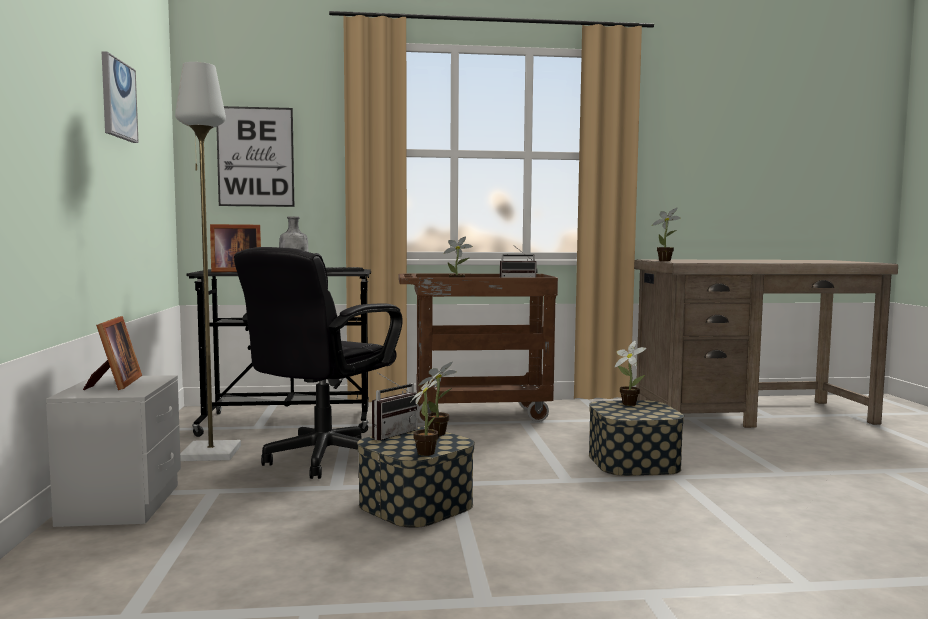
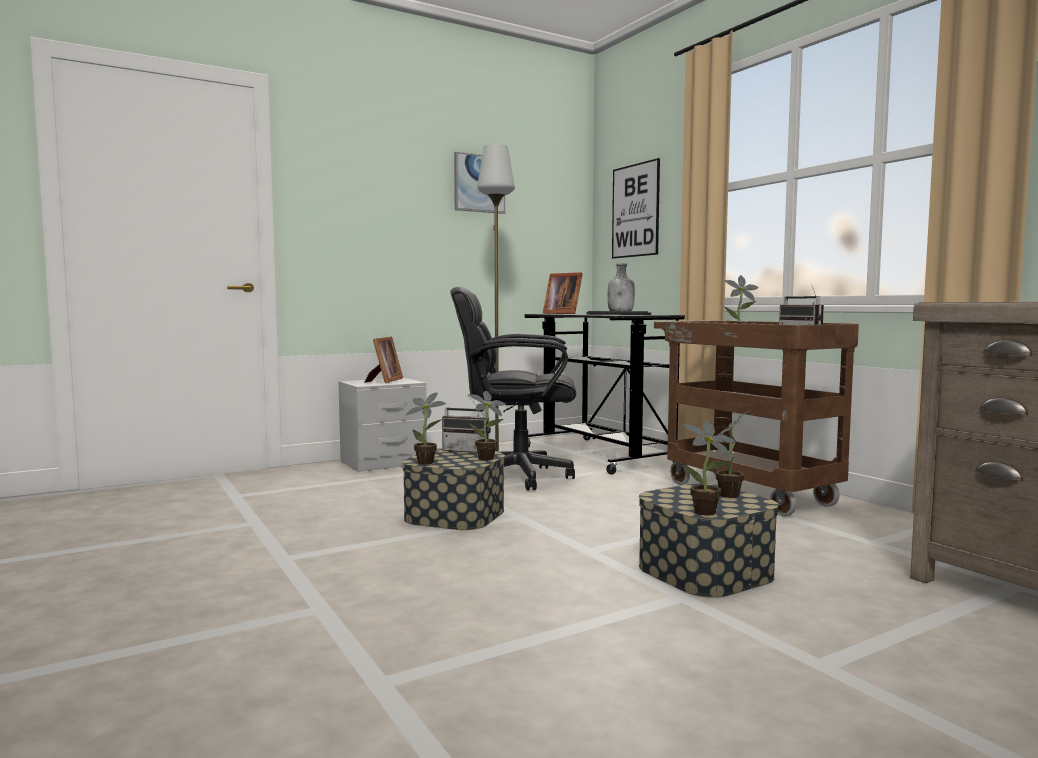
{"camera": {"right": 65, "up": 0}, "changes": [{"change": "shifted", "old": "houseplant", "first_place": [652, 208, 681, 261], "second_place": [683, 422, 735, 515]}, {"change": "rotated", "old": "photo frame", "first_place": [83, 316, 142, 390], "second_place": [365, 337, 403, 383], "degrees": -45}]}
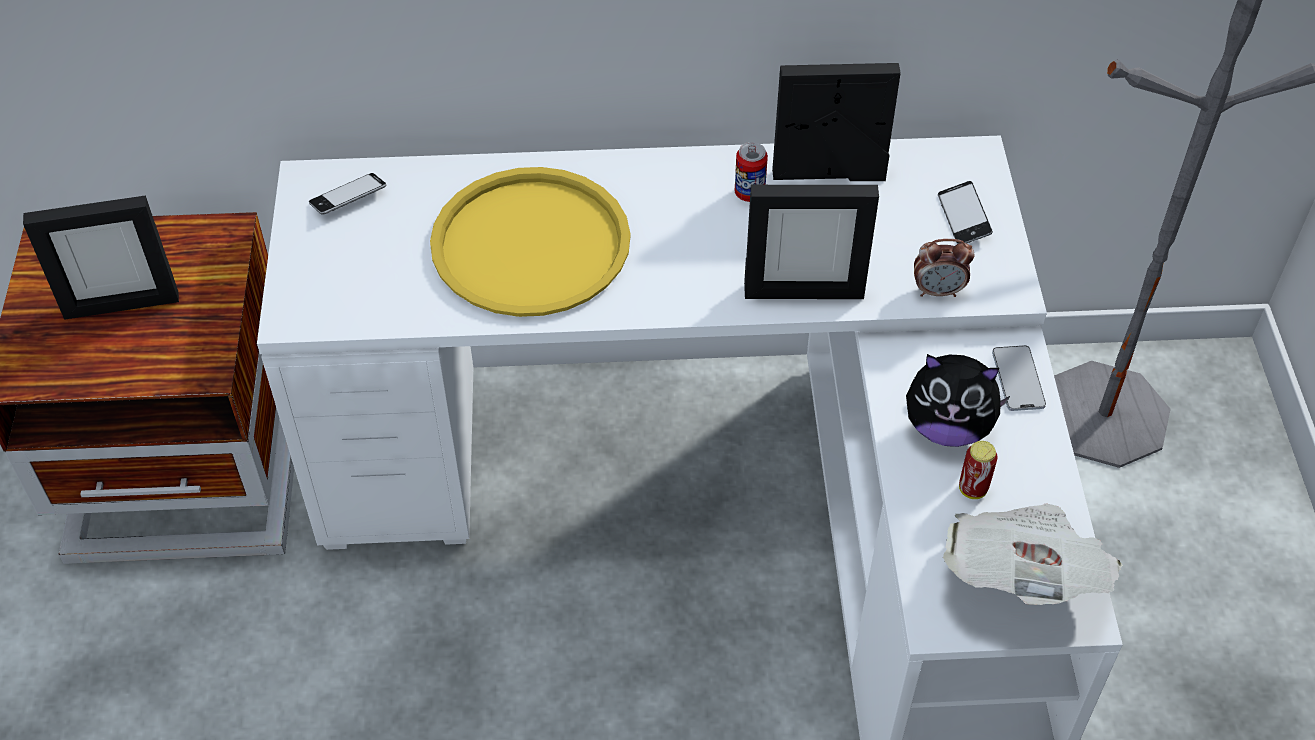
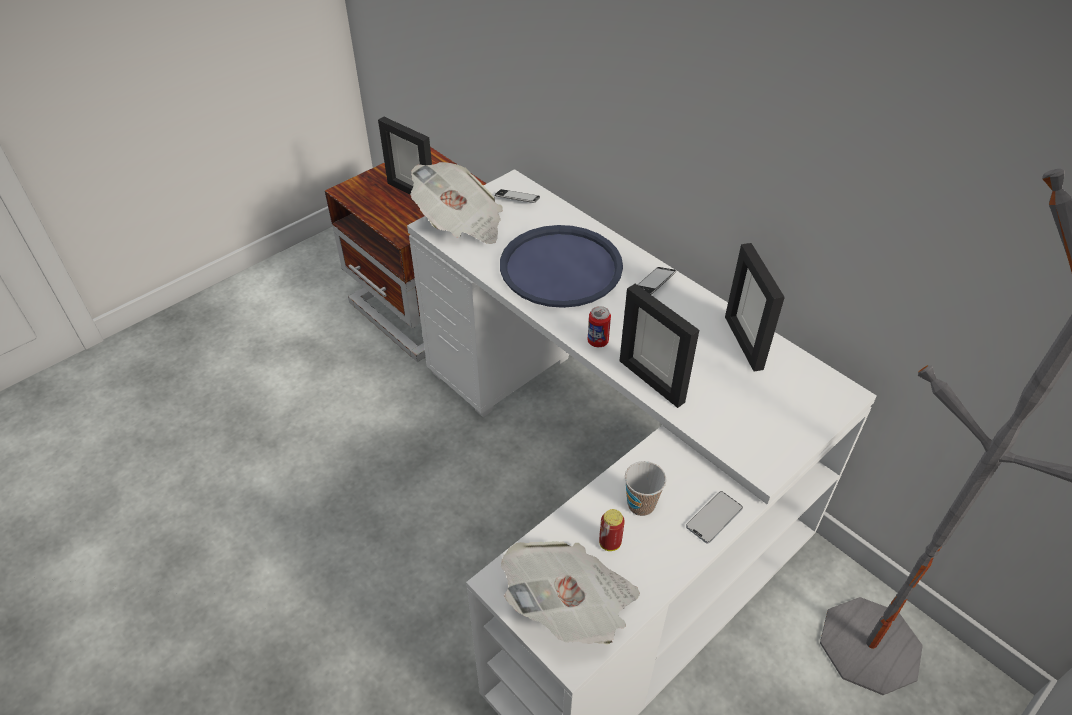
{"camera": {"right": 50, "up": -5}, "changes": [{"change": "rotated", "old": "photo frame", "first_place": [772, 63, 901, 181], "second_place": [725, 243, 785, 372], "degrees": -150}, {"change": "shifted", "old": "can", "first_place": [735, 142, 768, 202], "second_place": [588, 306, 611, 347]}, {"change": "repainted", "old": "yellow tray", "new": "bluish tray", "first_place": [430, 167, 631, 317], "second_place": [500, 225, 623, 308]}, {"change": "shifted", "old": "handset", "first_place": [938, 181, 993, 244], "second_place": [638, 267, 676, 295]}, {"change": "gone", "old": "table clock", "first_place": [914, 239, 974, 297]}, {"change": "swapped", "old": "cuddly toy", "new": "small cup", "first_place": [906, 354, 1011, 447], "second_place": [625, 461, 667, 516]}, {"change": "new", "new": "printed paper", "second_place": [410, 162, 503, 244]}]}
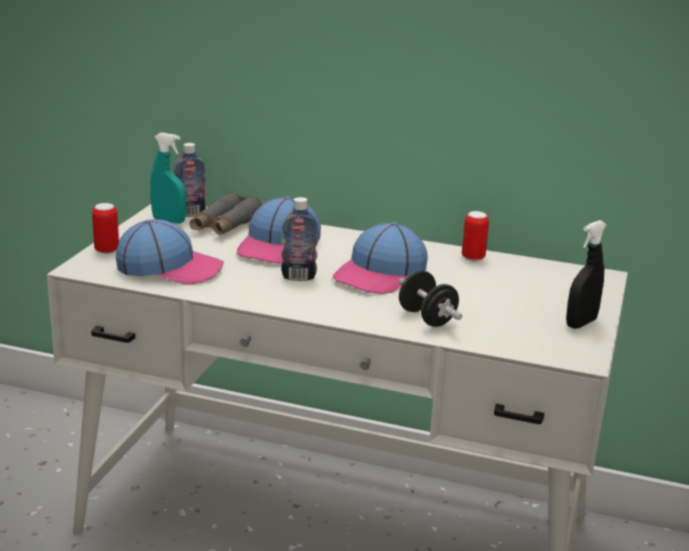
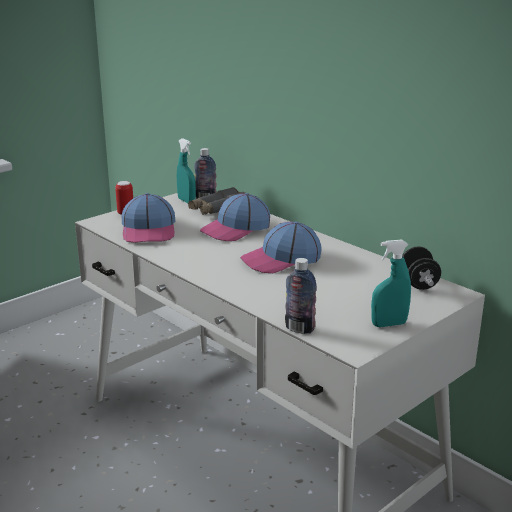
{"camera": {"right": 30, "up": 0}, "changes": [{"change": "shifted", "old": "beverage bottle", "first_place": [281, 197, 318, 281], "second_place": [285, 258, 317, 334]}, {"change": "gone", "old": "can", "first_place": [462, 211, 489, 261]}, {"change": "rotated", "old": "cap", "first_place": [116, 219, 224, 285], "second_place": [122, 193, 175, 243], "degrees": 45}, {"change": "repainted", "old": "black-coloured hand sprayer", "new": "blue-green hand sprayer", "first_place": [566, 220, 606, 329], "second_place": [371, 240, 411, 327]}, {"change": "shifted", "old": "black-coloured dumbbell", "first_place": [399, 270, 462, 327], "second_place": [402, 246, 441, 290]}]}
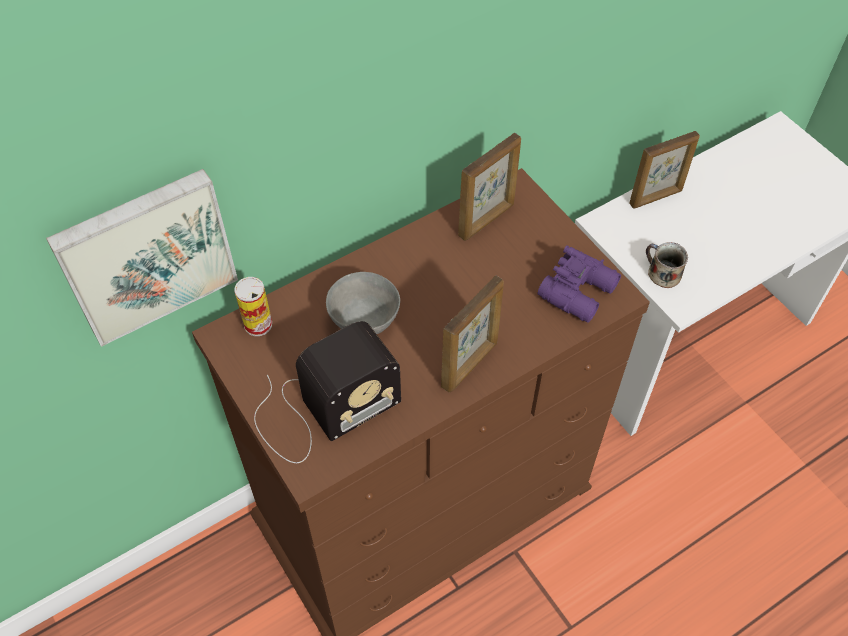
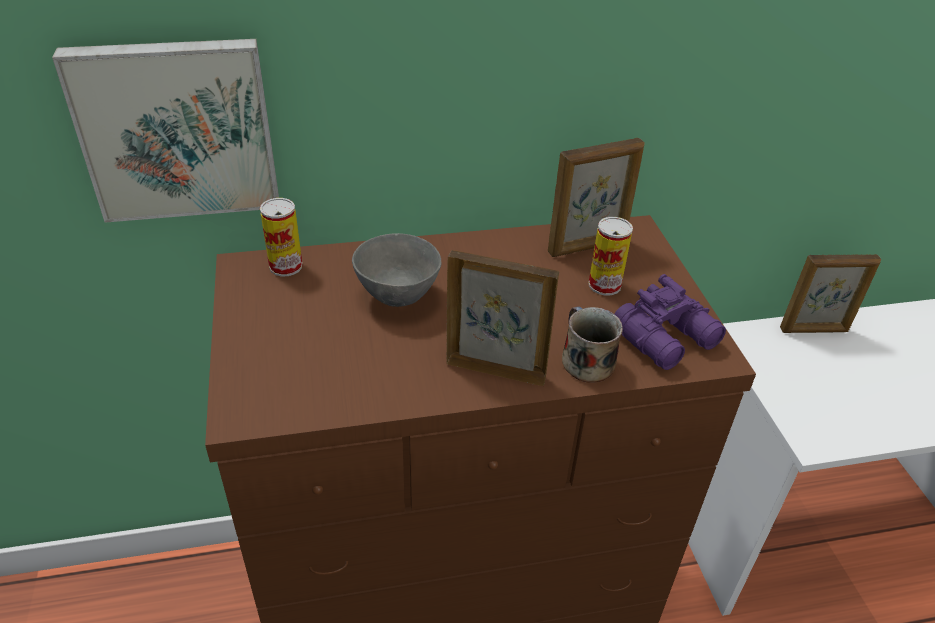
{"camera": {"right": 20, "up": -15}, "changes": [{"change": "shifted", "old": "mug", "first_place": [646, 242, 688, 288], "second_place": [562, 306, 623, 382]}, {"change": "rotated", "old": "photo frame", "first_place": [441, 276, 504, 392], "second_place": [446, 250, 559, 386], "degrees": -135}, {"change": "gone", "old": "radio receiver", "first_place": [254, 321, 401, 463]}, {"change": "new", "new": "can", "second_place": [588, 217, 633, 296]}]}
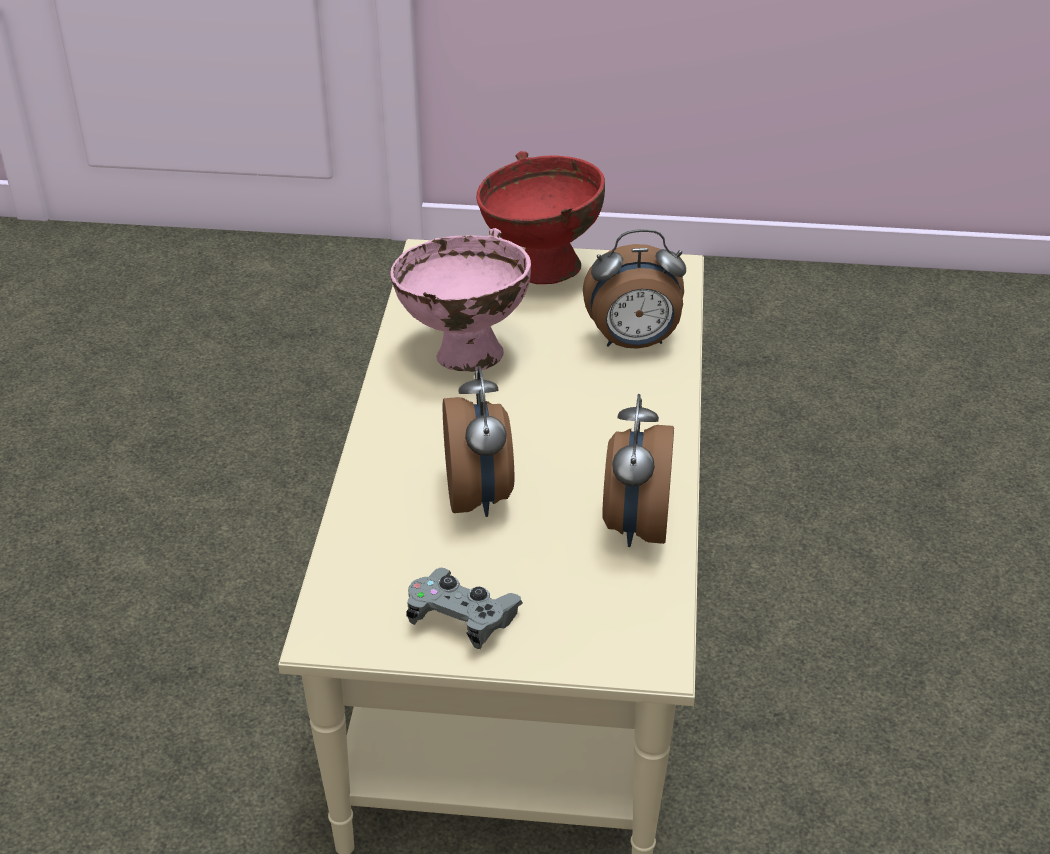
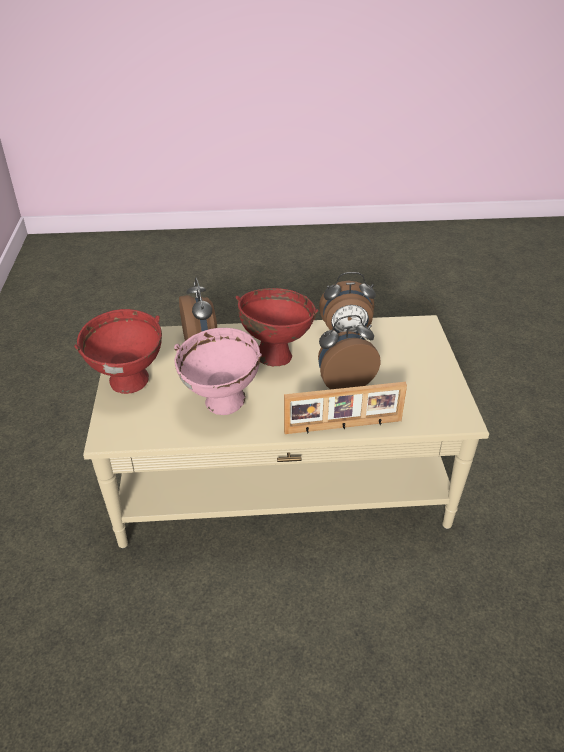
{"camera": {"right": -100, "up": 0}, "changes": [{"change": "gone", "old": "grey joypad", "first_place": [406, 568, 523, 649]}, {"change": "new", "new": "red serving bowl", "second_place": [236, 288, 318, 366]}, {"change": "new", "new": "photo frame", "second_place": [284, 382, 407, 434]}]}
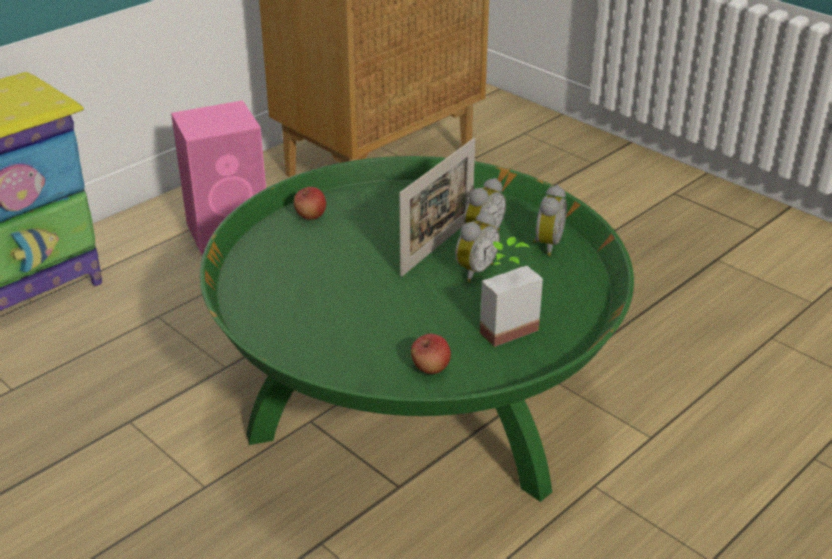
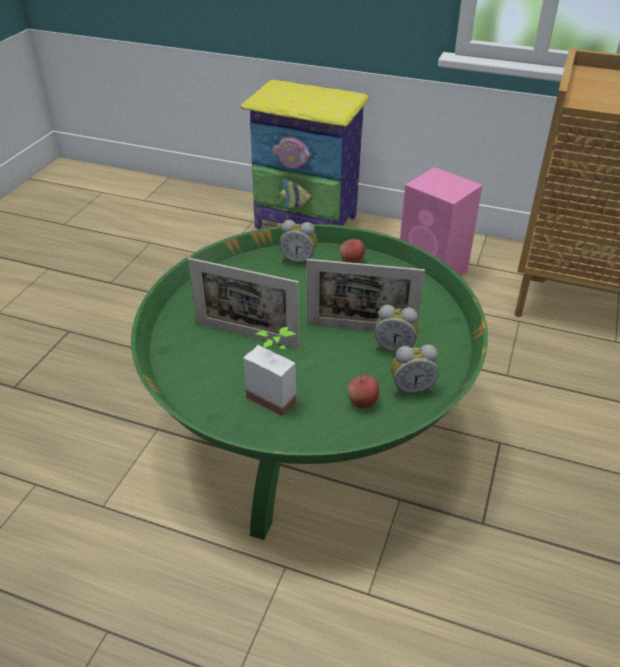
{"camera": {"right": 65, "up": 5}, "changes": [{"change": "shifted", "old": "table clock", "first_place": [455, 211, 500, 282], "second_place": [279, 220, 317, 262]}, {"change": "shifted", "old": "apple", "first_place": [411, 334, 451, 374], "second_place": [347, 375, 379, 408]}, {"change": "new", "new": "photo frame", "second_place": [188, 258, 299, 348]}]}
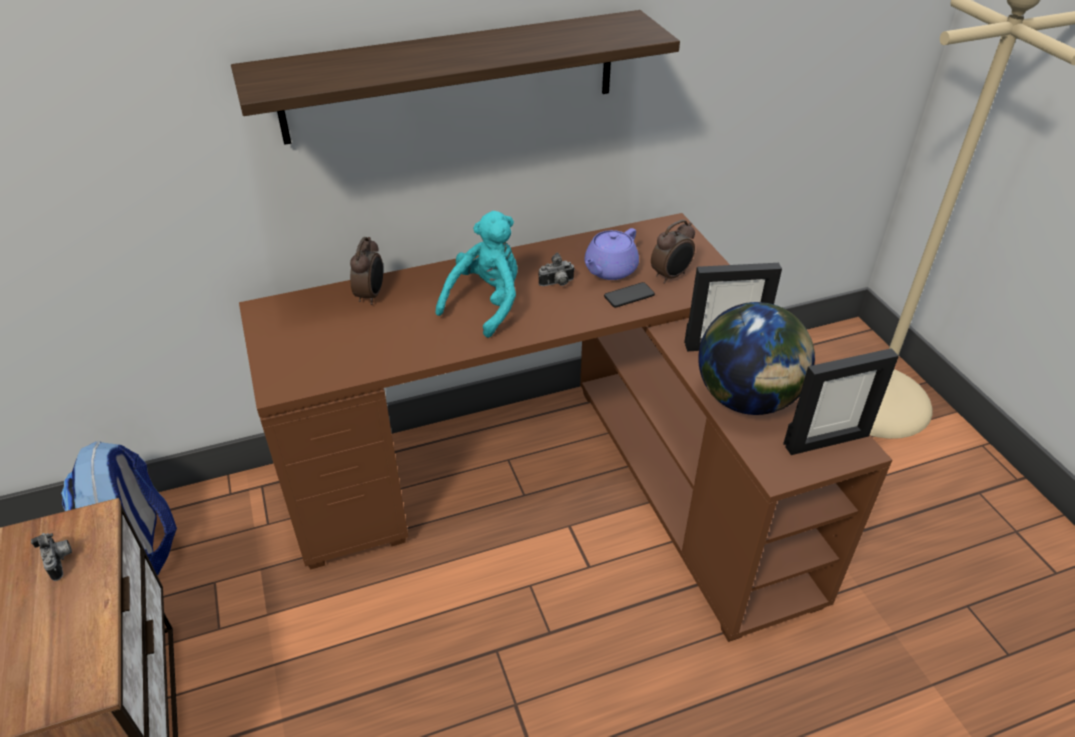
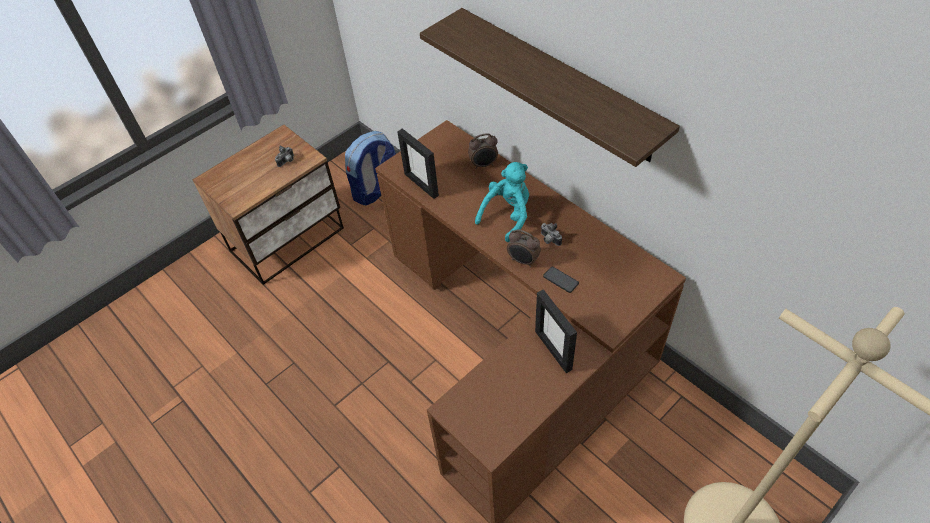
{"camera": {"right": 70, "up": 10}, "changes": [{"change": "rotated", "old": "blue-green cuddly toy", "first_place": [436, 211, 518, 338], "second_place": [475, 162, 529, 242], "degrees": -60}, {"change": "shifted", "old": "table clock", "first_place": [651, 220, 695, 284], "second_place": [507, 229, 541, 267]}, {"change": "gone", "old": "purple teapot", "first_place": [584, 228, 639, 280]}, {"change": "gone", "old": "desk globe", "first_place": [698, 302, 815, 415]}, {"change": "shifted", "old": "photo frame", "first_place": [783, 348, 899, 455], "second_place": [397, 128, 439, 199]}]}
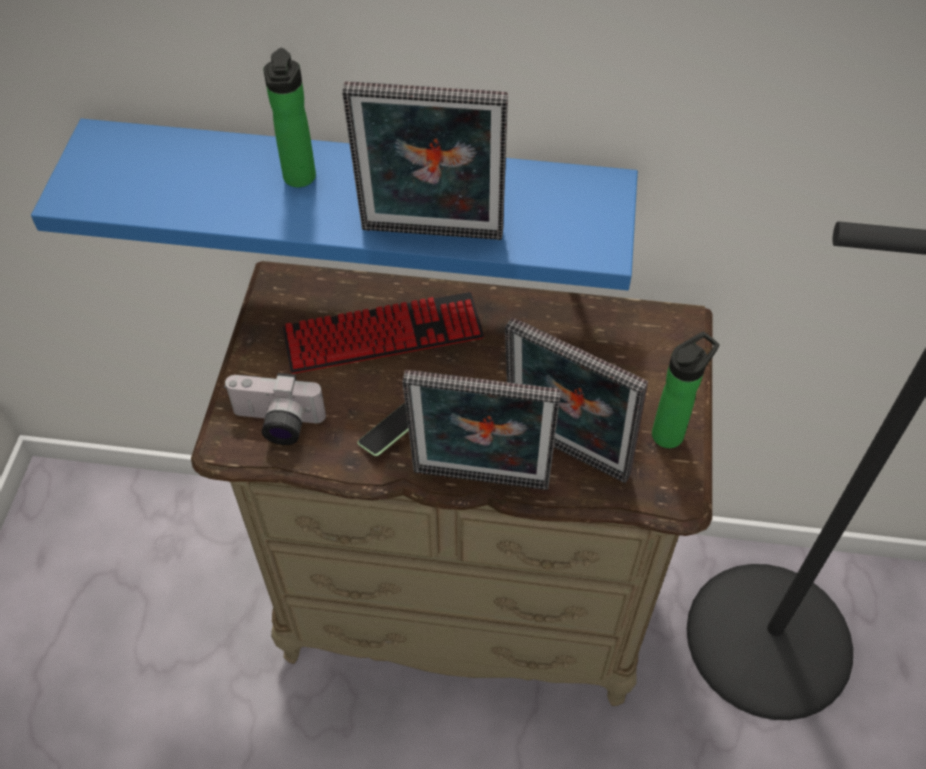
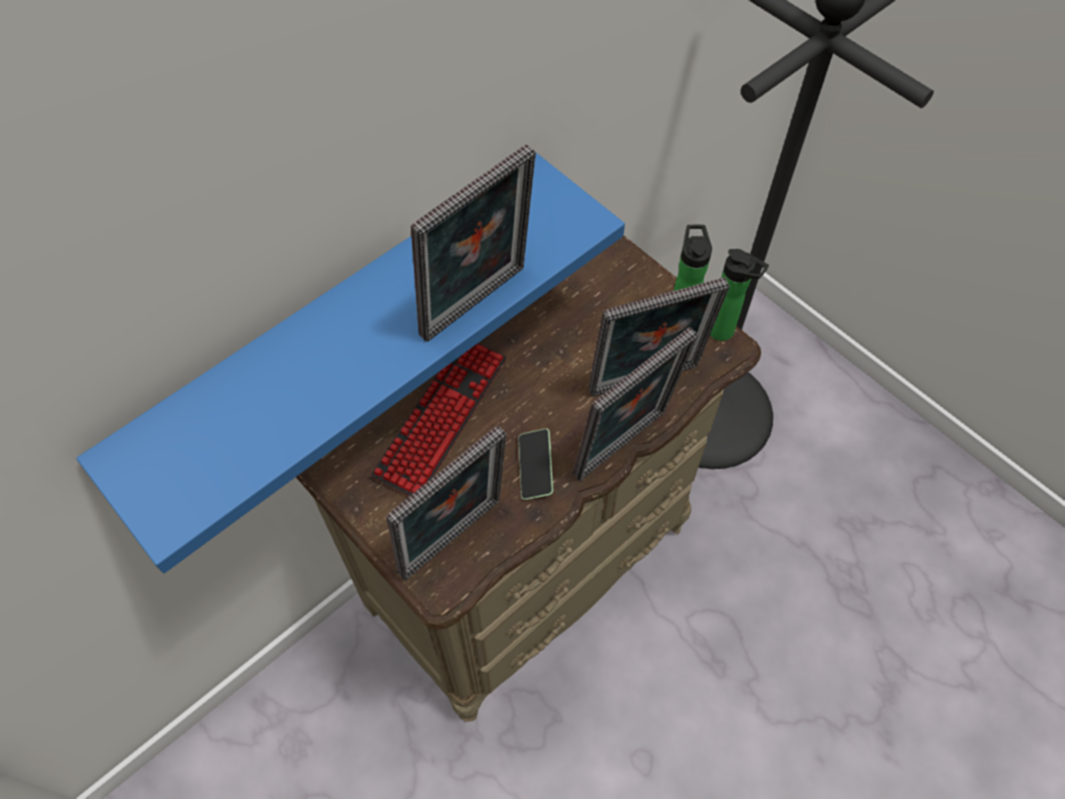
{"camera": {"right": -50, "up": 5}, "changes": [{"change": "shifted", "old": "beverage bottle", "first_place": [263, 48, 316, 187], "second_place": [710, 249, 769, 341]}, {"change": "swapped", "old": "still camera", "new": "photo frame", "first_place": [223, 373, 326, 445], "second_place": [386, 425, 506, 581]}]}
